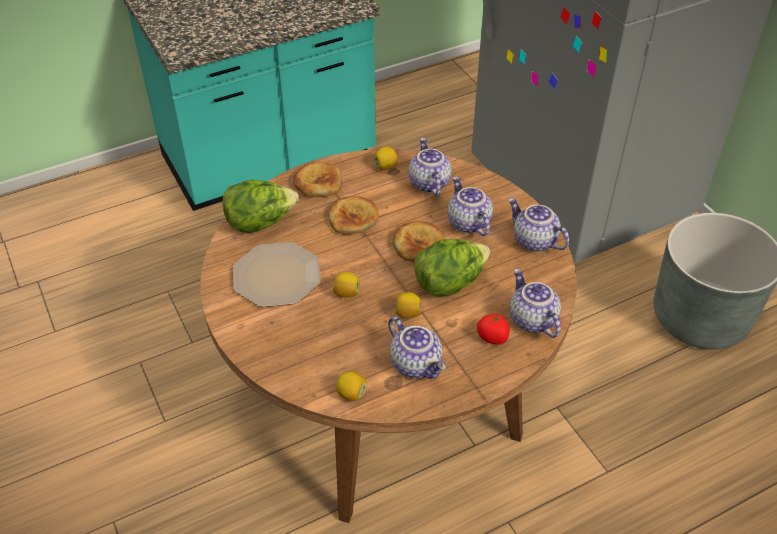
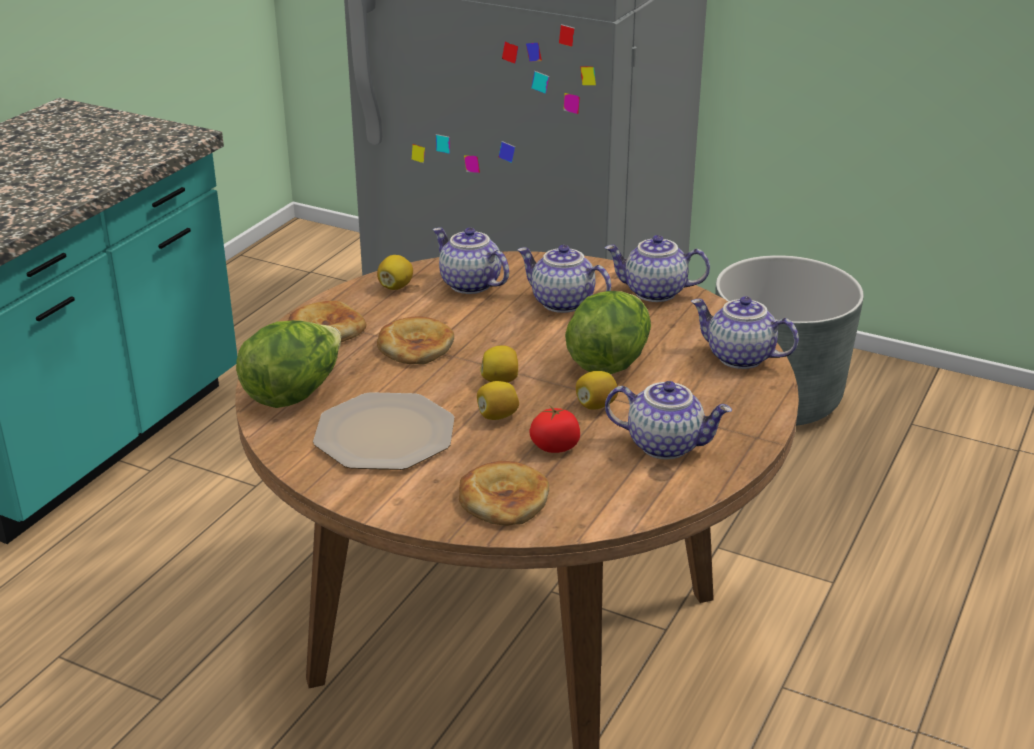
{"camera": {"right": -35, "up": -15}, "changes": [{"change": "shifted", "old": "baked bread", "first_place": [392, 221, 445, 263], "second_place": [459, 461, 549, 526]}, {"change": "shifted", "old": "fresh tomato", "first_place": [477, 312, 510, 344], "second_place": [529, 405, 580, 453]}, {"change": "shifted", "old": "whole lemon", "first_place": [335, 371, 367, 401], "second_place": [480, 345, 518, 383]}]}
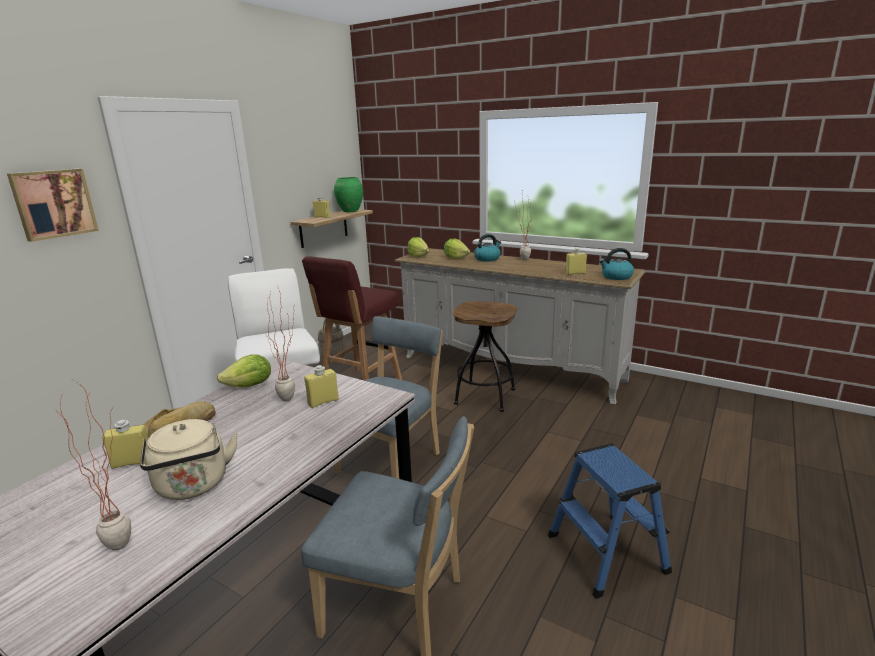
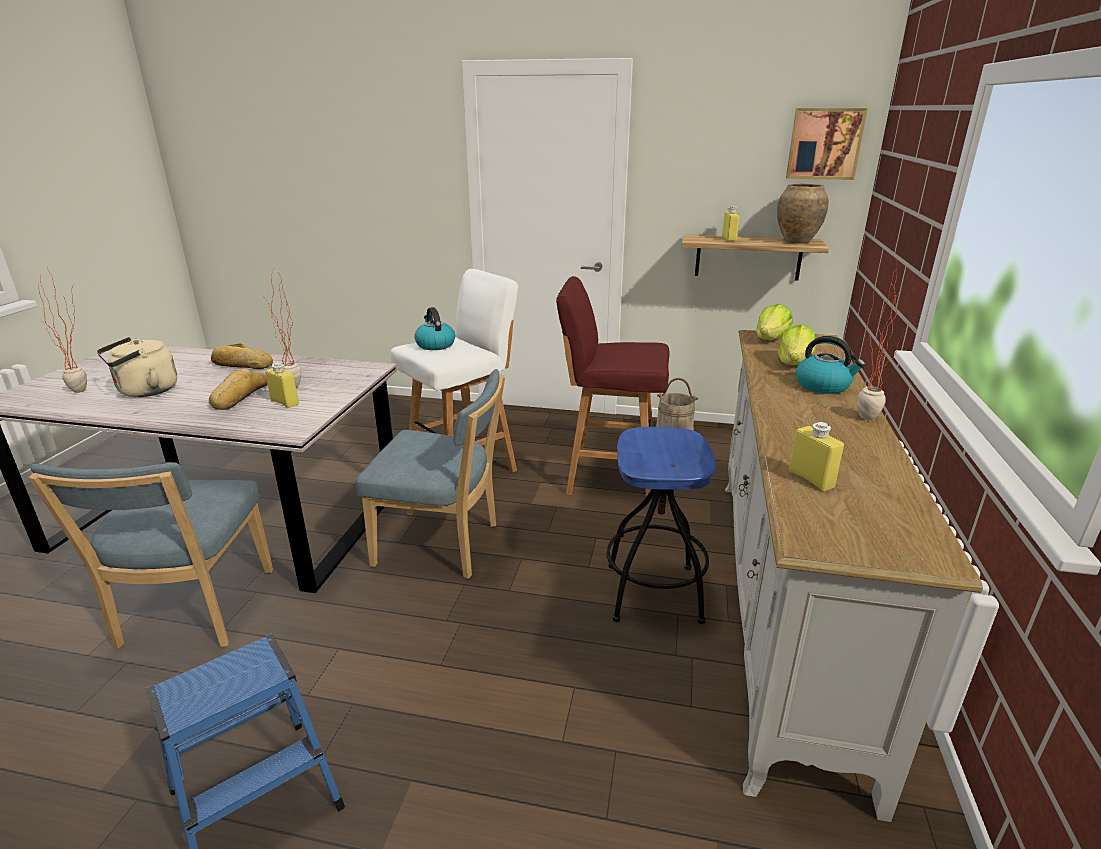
{"camera": {"right": 70, "up": 5}, "changes": [{"change": "shifted", "old": "wall picture", "first_place": [7, 169, 99, 242], "second_place": [786, 108, 868, 180]}, {"change": "repainted", "old": "greenish vase", "new": "brown-coloured vase", "first_place": [334, 177, 363, 212], "second_place": [777, 184, 828, 244]}, {"change": "shifted", "old": "water kettle", "first_place": [599, 248, 634, 280], "second_place": [414, 307, 455, 350]}, {"change": "repainted", "old": "brown-coloured sitting stool", "new": "bluish sitting stool", "first_place": [453, 301, 517, 412], "second_place": [606, 427, 716, 624]}, {"change": "gone", "old": "lettuce head", "first_place": [217, 354, 271, 387]}, {"change": "gone", "old": "yellow beverage bottle", "first_place": [102, 420, 148, 469]}, {"change": "new", "new": "baked bread", "second_place": [209, 369, 268, 410]}]}
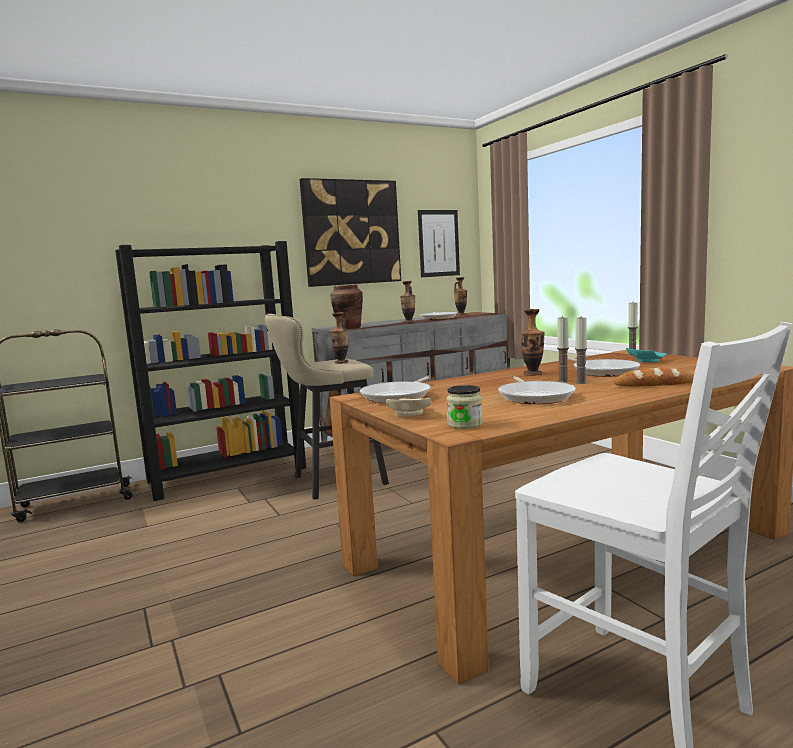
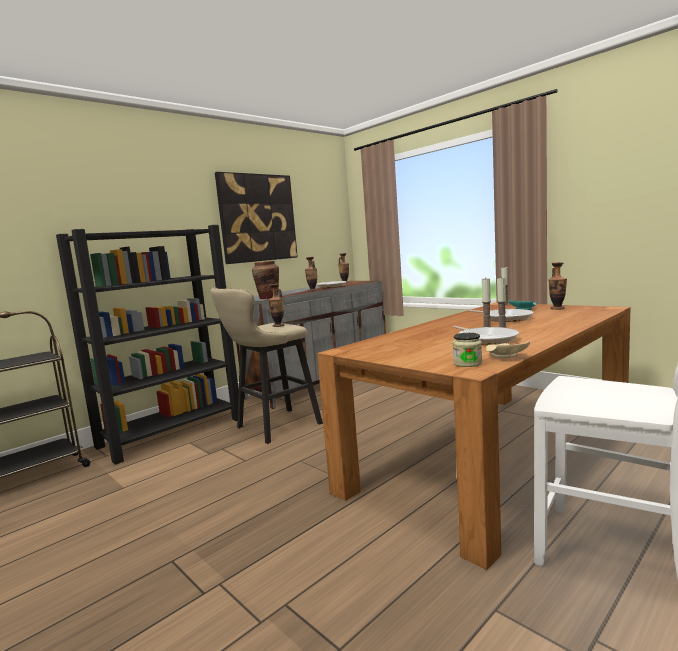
{"camera": {"right": -15, "up": 0}, "changes": [{"change": "gone", "old": "wall picture", "first_place": [418, 210, 460, 277]}, {"change": "shifted", "old": "vase", "first_place": [520, 309, 545, 376], "second_place": [548, 262, 567, 310]}, {"change": "gone", "old": "baked bread", "first_place": [614, 367, 694, 386]}, {"change": "gone", "old": "skillet", "first_place": [360, 376, 430, 403]}, {"change": "shifted", "old": "beige-coloured plate", "first_place": [386, 398, 432, 416], "second_place": [486, 341, 530, 358]}]}
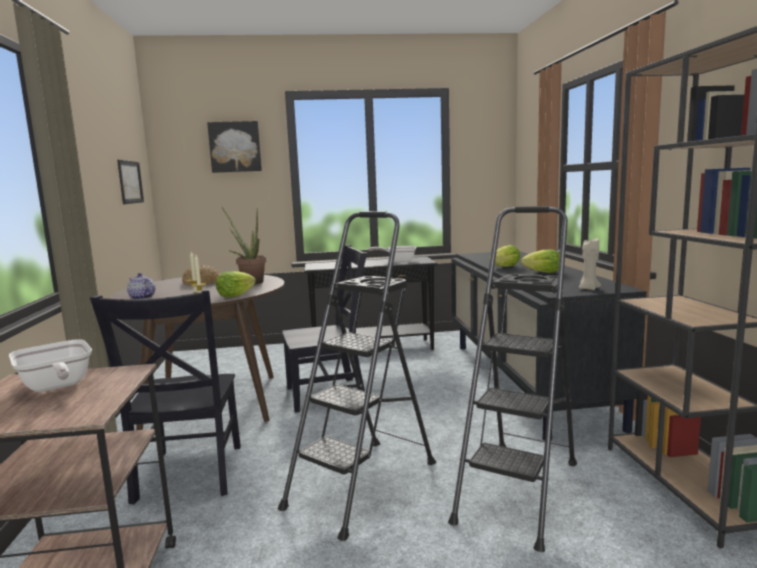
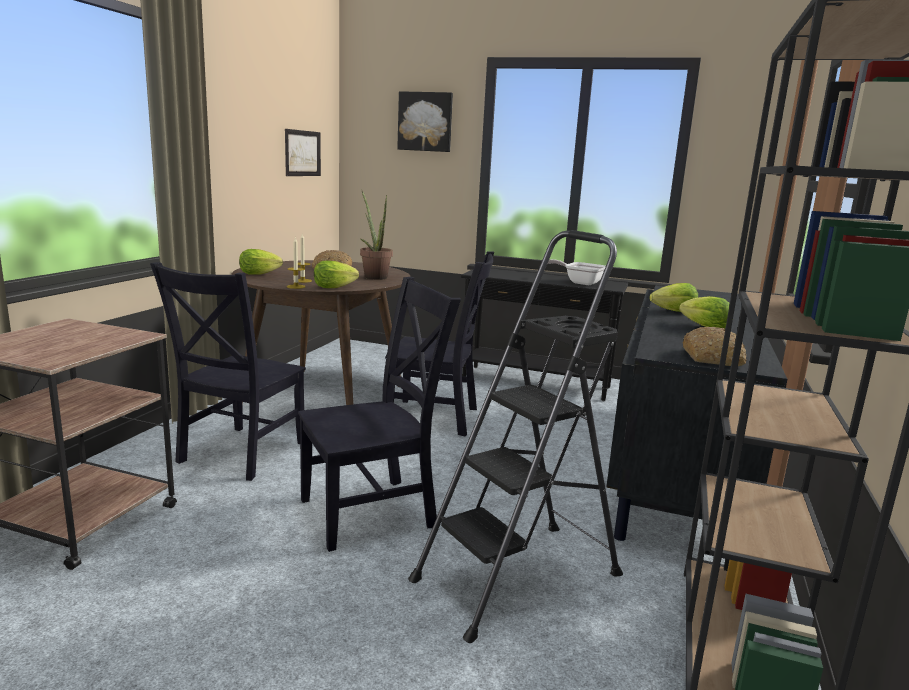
{"camera": {"right": 25, "up": 5}, "changes": [{"change": "swapped", "old": "stepladder", "new": "black-coloured upright chair", "first_place": [278, 211, 436, 541], "second_place": [298, 277, 461, 552]}, {"change": "swapped", "old": "beige-coloured wax candle", "new": "baked bread", "first_place": [579, 238, 601, 290], "second_place": [683, 327, 746, 366]}, {"change": "swapped", "old": "teapot", "new": "lettuce head", "first_place": [127, 273, 156, 299], "second_place": [239, 249, 283, 275]}, {"change": "gone", "old": "skillet", "first_place": [9, 339, 92, 392]}]}
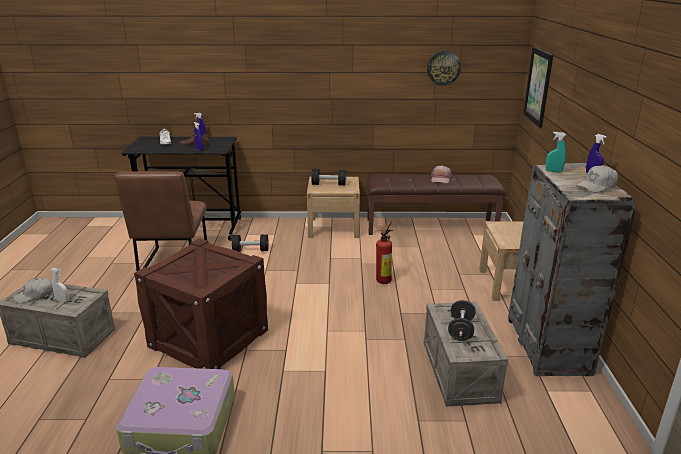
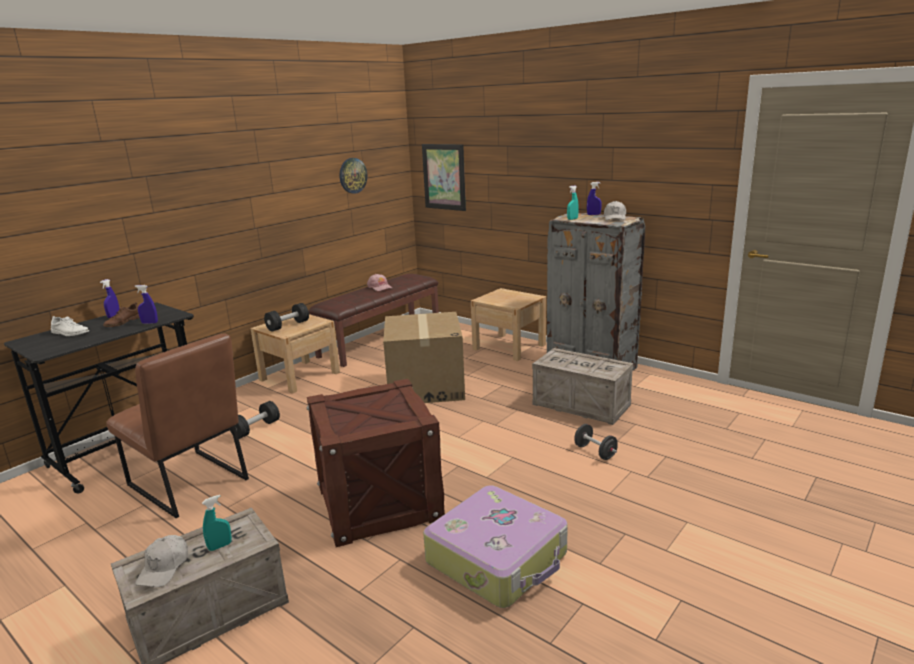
{"camera": {"right": -50, "up": -5}, "changes": [{"change": "swapped", "old": "fire extinguisher", "new": "packing box", "first_place": [376, 221, 393, 284], "second_place": [383, 312, 465, 403]}, {"change": "repainted", "old": "whitish hand sprayer", "new": "blue-green hand sprayer", "first_place": [51, 268, 69, 302], "second_place": [202, 495, 232, 551]}, {"change": "shifted", "old": "black-coloured dumbbell", "first_place": [448, 300, 476, 341], "second_place": [574, 424, 618, 460]}]}
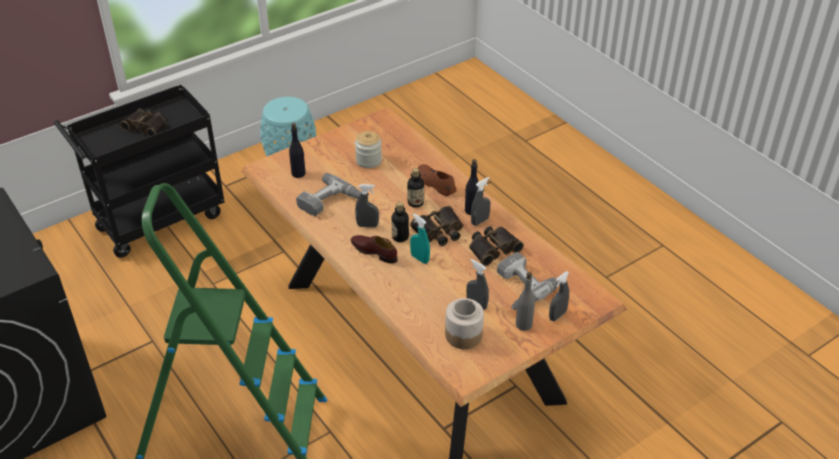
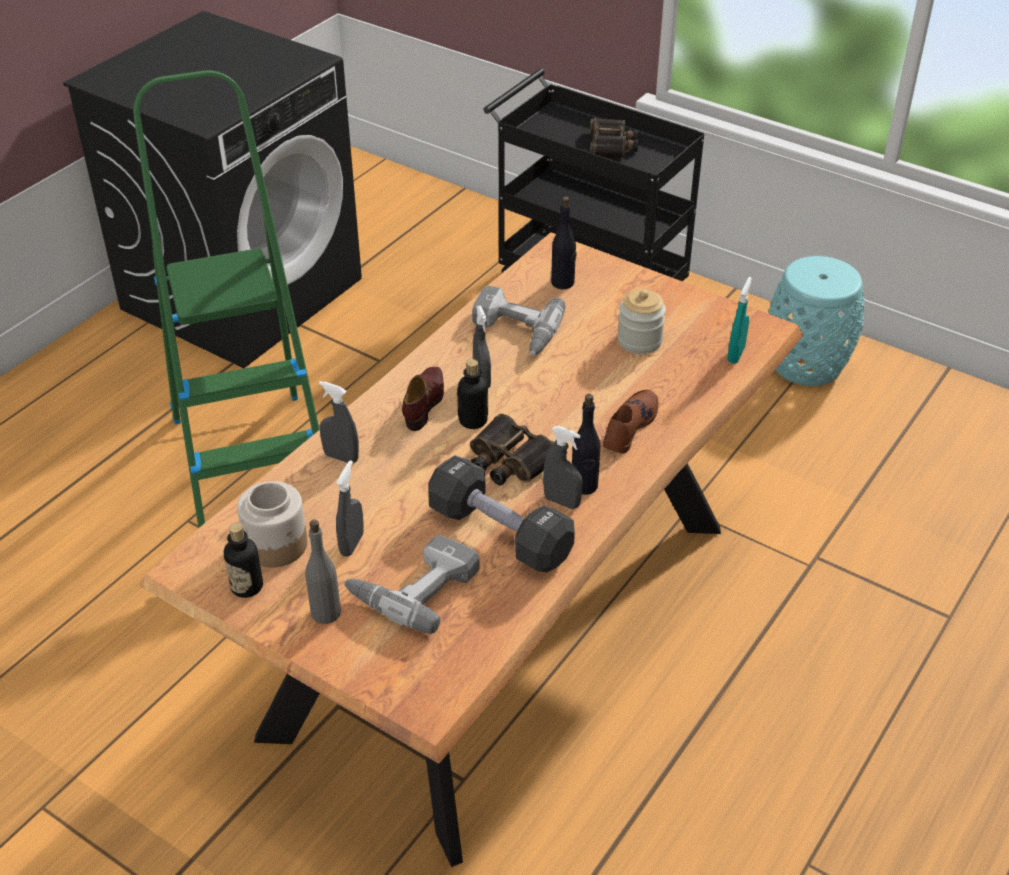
{"camera": {"right": 70, "up": 0}, "changes": [{"change": "shifted", "old": "beverage bottle", "first_place": [407, 168, 424, 208], "second_place": [224, 523, 263, 598]}, {"change": "shifted", "old": "blue-green hand sprayer", "first_place": [410, 213, 430, 264], "second_place": [728, 277, 752, 364]}, {"change": "swapped", "old": "binoculars", "new": "black-coloured dumbbell", "first_place": [469, 227, 524, 266], "second_place": [428, 455, 575, 572]}, {"change": "shifted", "old": "grey hand sprayer", "first_place": [549, 271, 569, 321], "second_place": [319, 381, 359, 463]}]}
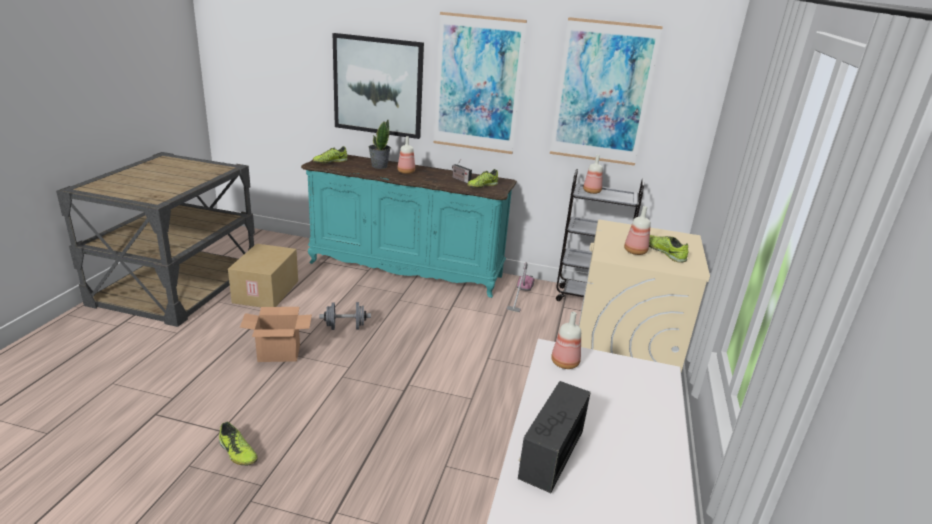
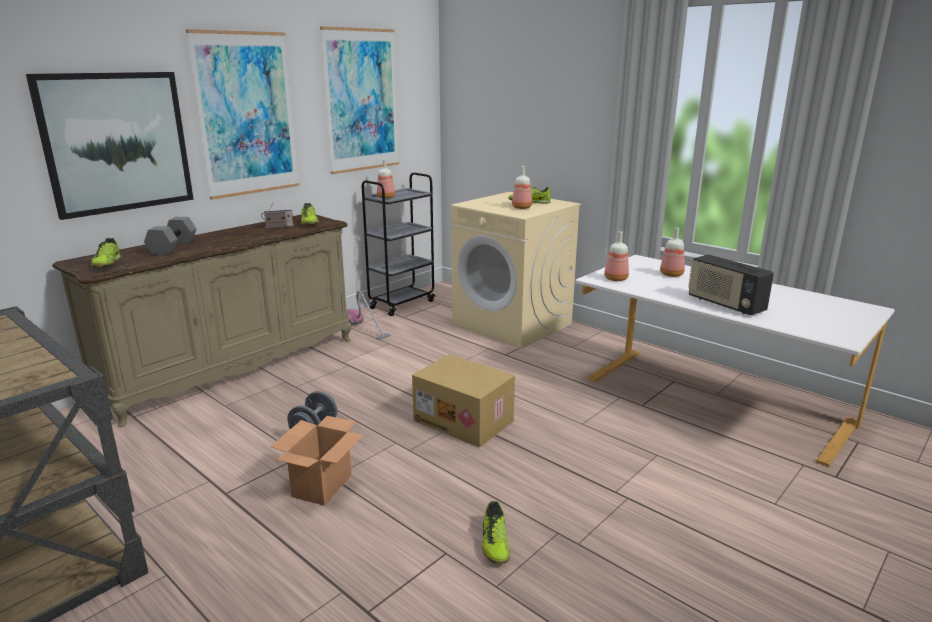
{"camera": {"right": -60, "up": -5}, "changes": [{"change": "swapped", "old": "houseplant", "new": "grey dumbbell", "first_place": [369, 120, 391, 169], "second_place": [144, 217, 197, 255]}, {"change": "shifted", "old": "beverage bottle", "first_place": [398, 136, 415, 174], "second_place": [660, 228, 685, 277]}, {"change": "repainted", "old": "blue-green cupboard", "new": "beige-coloured cupboard", "first_place": [301, 153, 517, 298], "second_place": [52, 214, 352, 427]}, {"change": "shifted", "old": "packing box", "first_place": [228, 244, 298, 307], "second_place": [412, 354, 515, 448]}, {"change": "rotated", "old": "shoe", "first_place": [219, 422, 258, 466], "second_place": [482, 501, 510, 564], "degrees": 105}]}
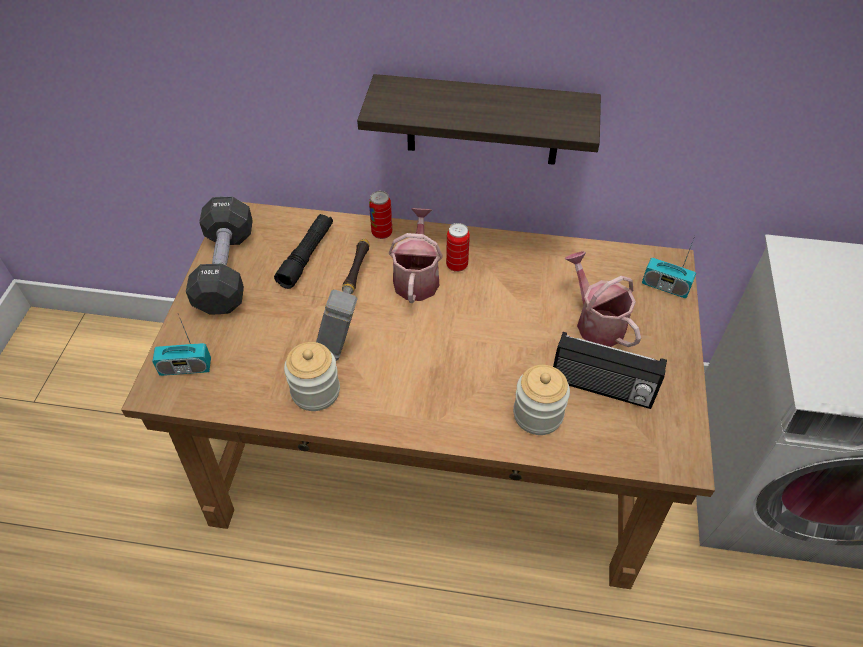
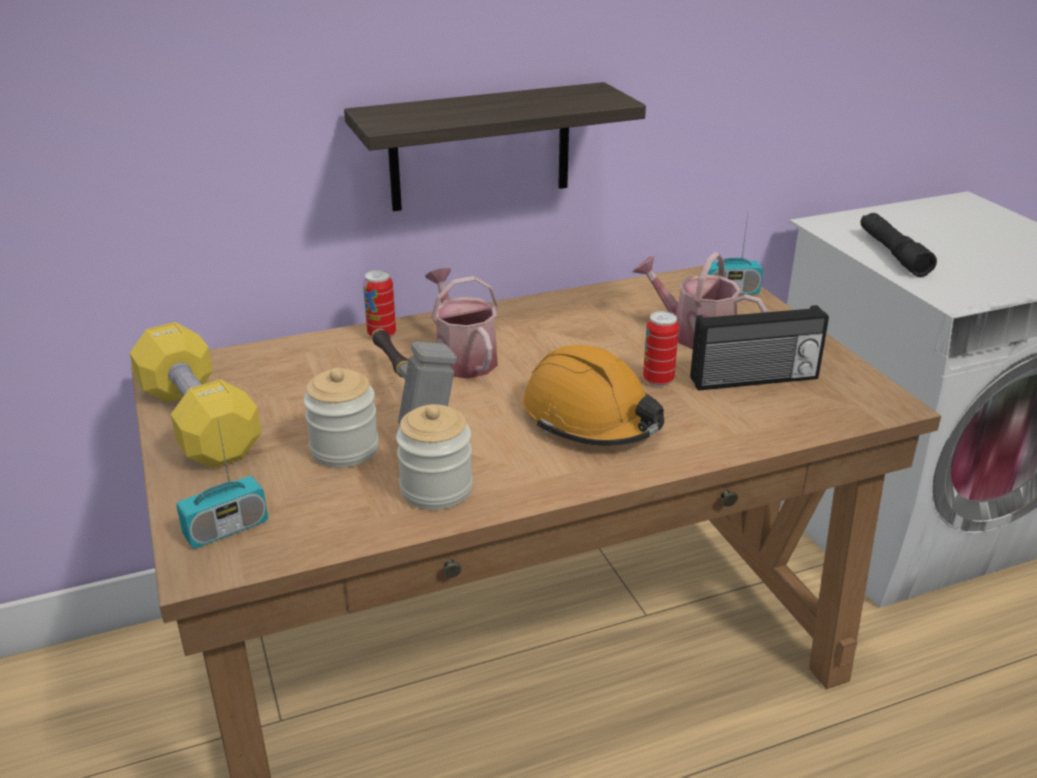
{"camera": {"right": -30, "up": -20}, "changes": [{"change": "repainted", "old": "black-coloured dumbbell", "new": "yellow dumbbell", "first_place": [186, 196, 253, 315], "second_place": [130, 322, 261, 468]}, {"change": "shifted", "old": "black-coloured hand torch", "first_place": [274, 214, 333, 289], "second_place": [860, 213, 937, 277]}, {"change": "shifted", "old": "can", "first_place": [446, 223, 470, 272], "second_place": [643, 311, 679, 386]}, {"change": "shifted", "old": "preserve jar", "first_place": [513, 365, 570, 435], "second_place": [303, 368, 379, 468]}, {"change": "new", "new": "orange safety helmet", "second_place": [523, 345, 664, 446]}]}
